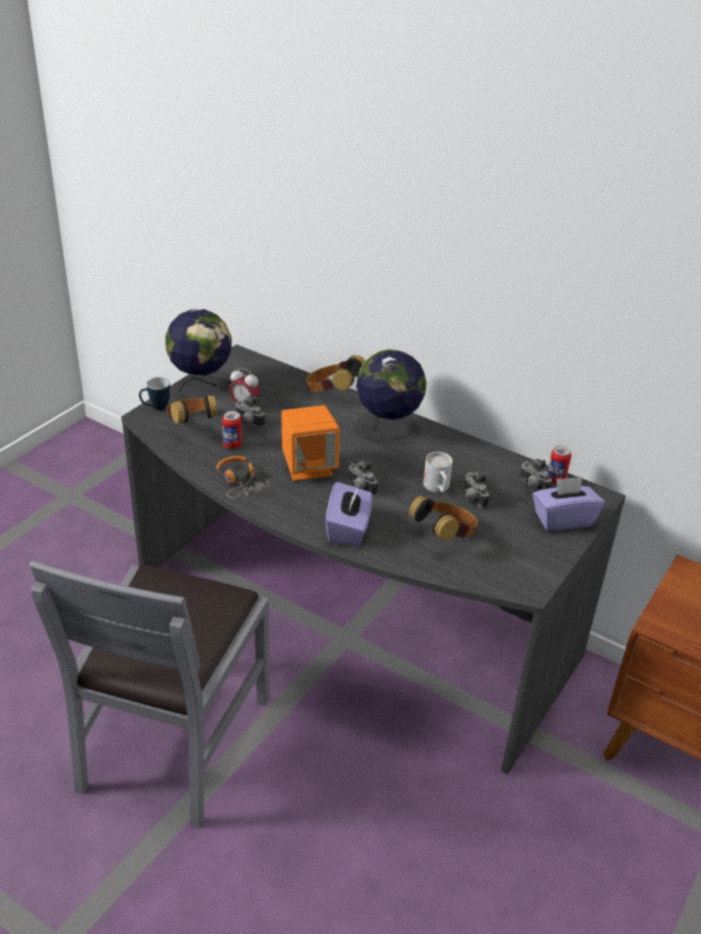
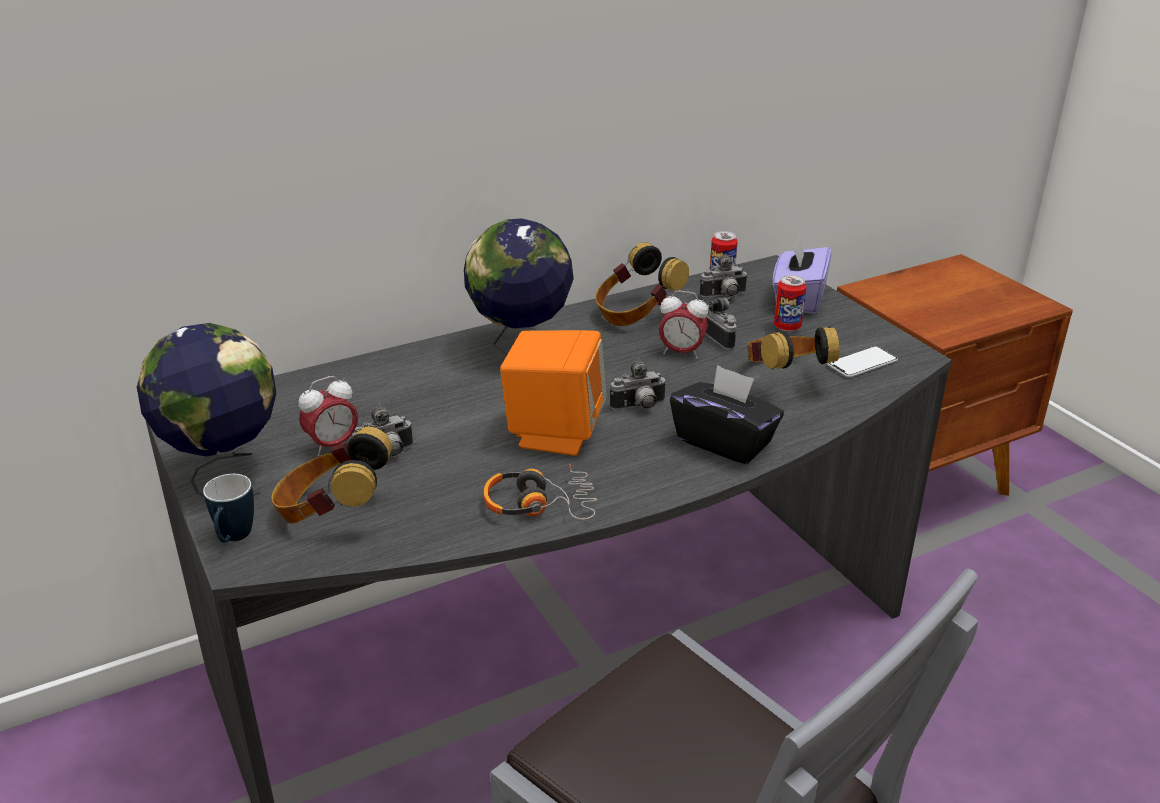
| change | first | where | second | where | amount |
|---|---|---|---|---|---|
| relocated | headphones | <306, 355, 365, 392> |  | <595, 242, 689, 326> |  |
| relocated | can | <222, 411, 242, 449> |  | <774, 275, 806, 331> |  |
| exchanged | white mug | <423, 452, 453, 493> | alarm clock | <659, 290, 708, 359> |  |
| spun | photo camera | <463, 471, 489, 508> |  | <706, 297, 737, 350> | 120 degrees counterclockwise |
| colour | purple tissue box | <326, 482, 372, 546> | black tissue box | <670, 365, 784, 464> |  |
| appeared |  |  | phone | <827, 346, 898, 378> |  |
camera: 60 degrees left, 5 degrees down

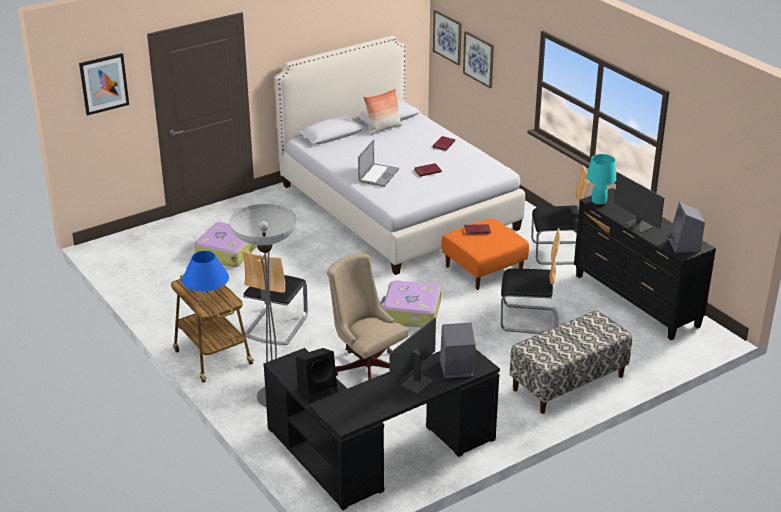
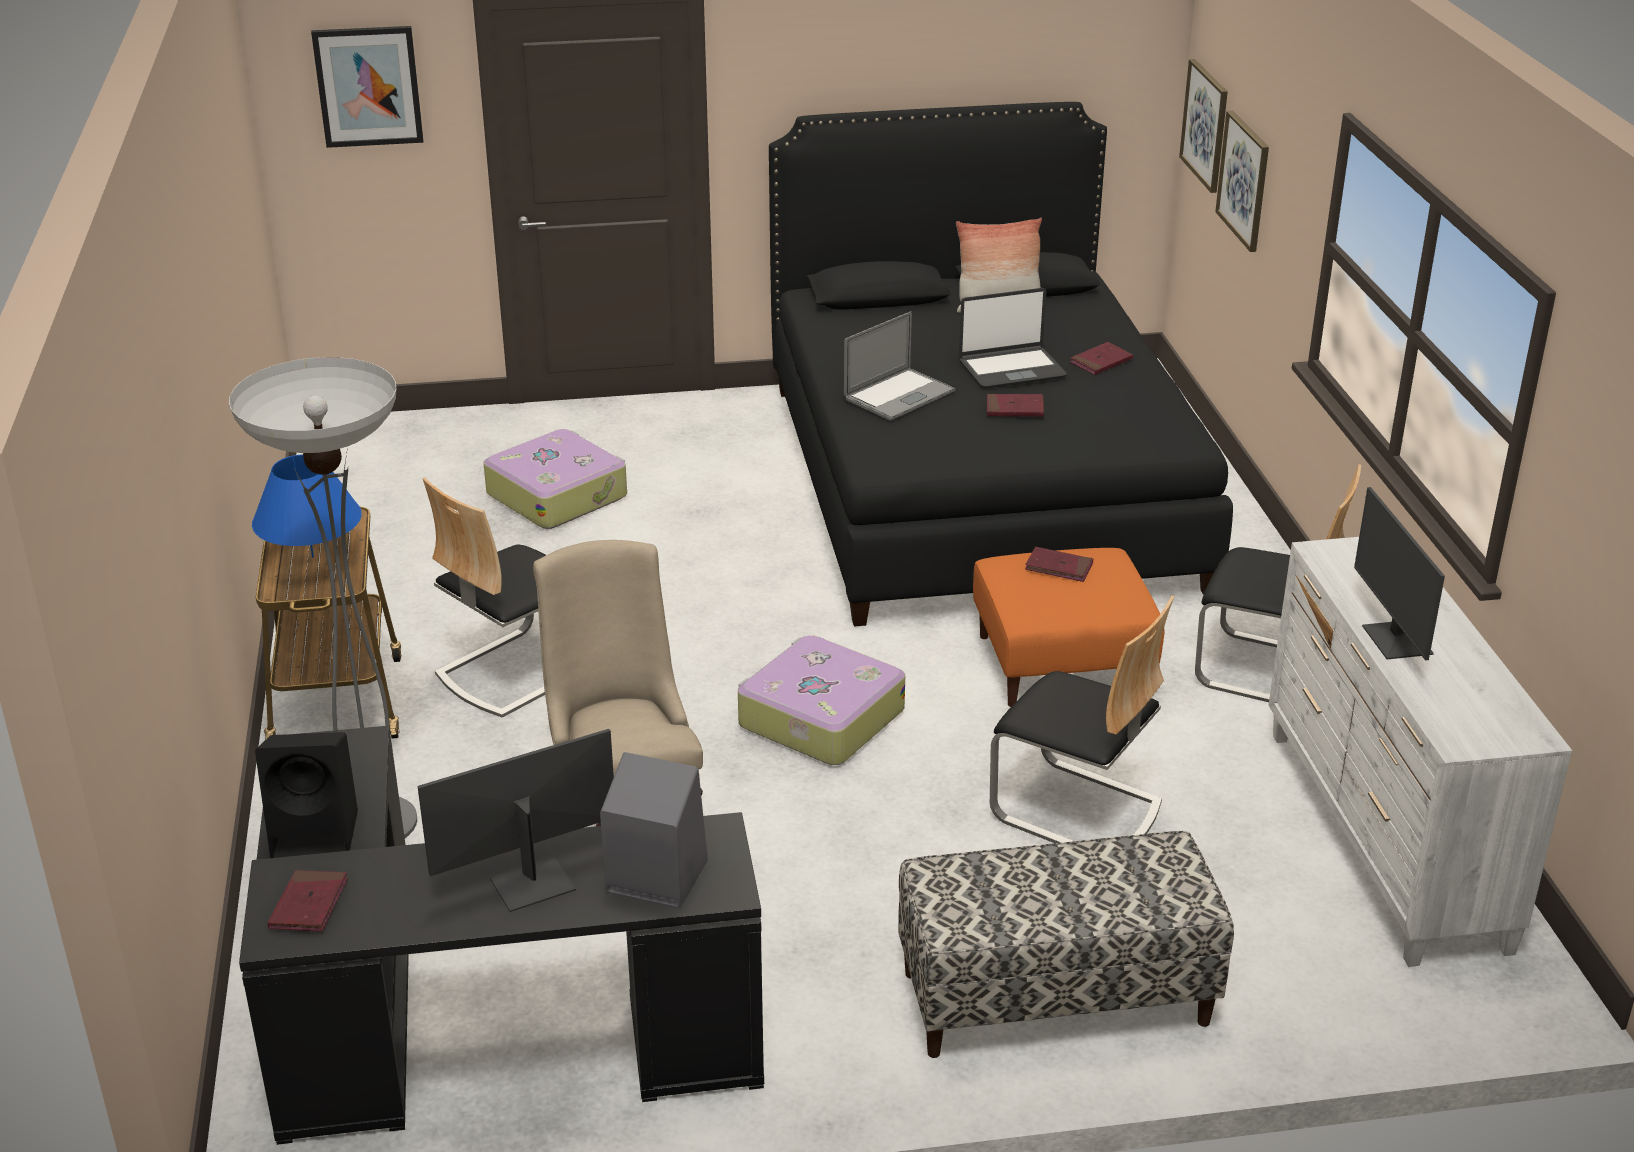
| change | first | where | second | where | amount |
|---|---|---|---|---|---|
| colour | white bed | <275, 36, 525, 275> | black bed | <769, 102, 1233, 627> |  |
| missing | turquoise table lamp | <587, 154, 616, 207> |  |  |  |
| colour | black dresser | <574, 188, 716, 340> | white dresser | <1268, 537, 1572, 967> |  |
| missing | grey speaker | <669, 202, 705, 253> |  |  |  |
| appeared |  |  | laptop | <959, 288, 1067, 389> |  |
| appeared |  |  | red book | <267, 870, 348, 932> |  |
camera: 25 degrees right, 0 degrees up

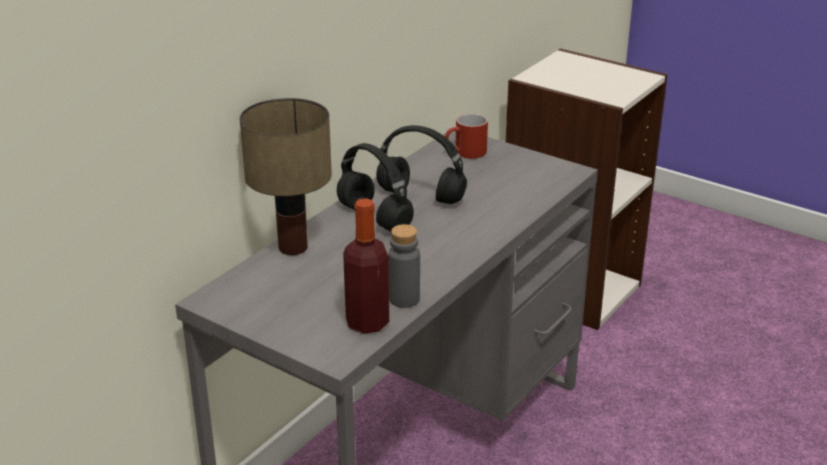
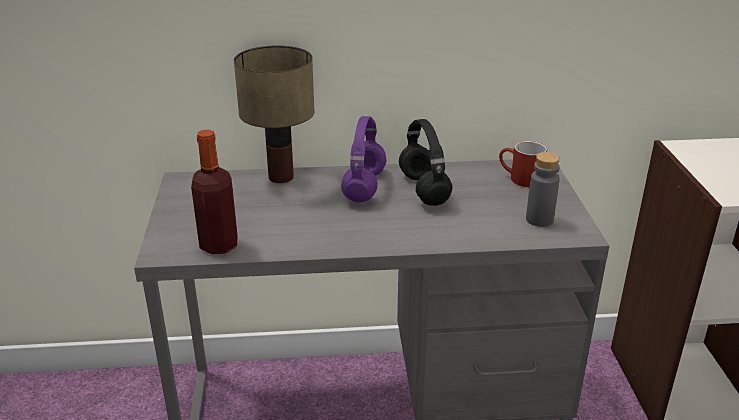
| change | first | where | second | where | amount |
|---|---|---|---|---|---|
| colour | black headphones | <337, 143, 414, 231> | purple headphones | <341, 116, 386, 202> |  |
| relocated | grey bottle | <388, 224, 420, 308> |  | <526, 152, 560, 227> |  |
camera: 50 degrees right, 0 degrees up

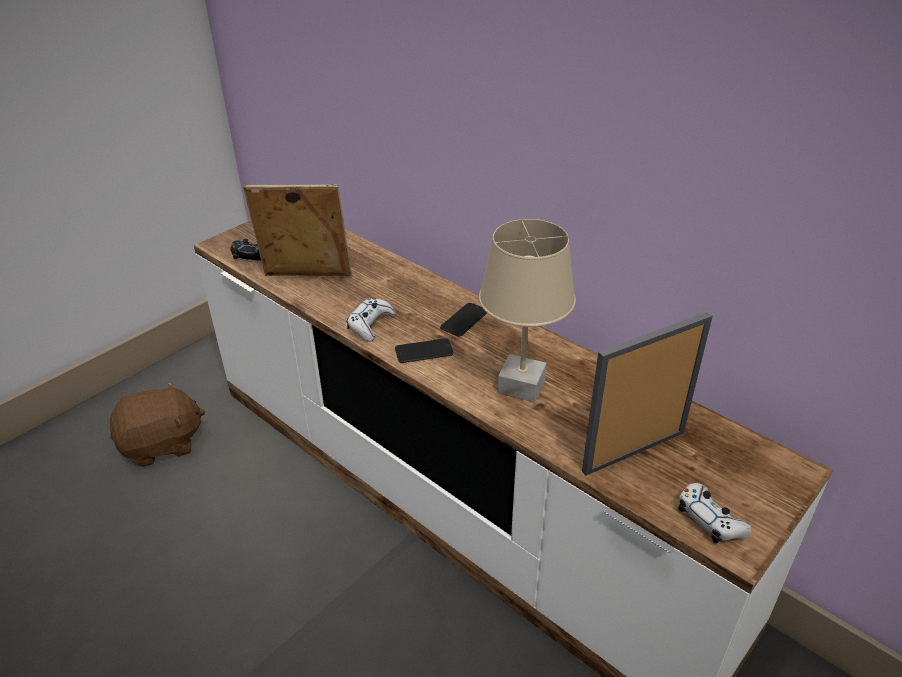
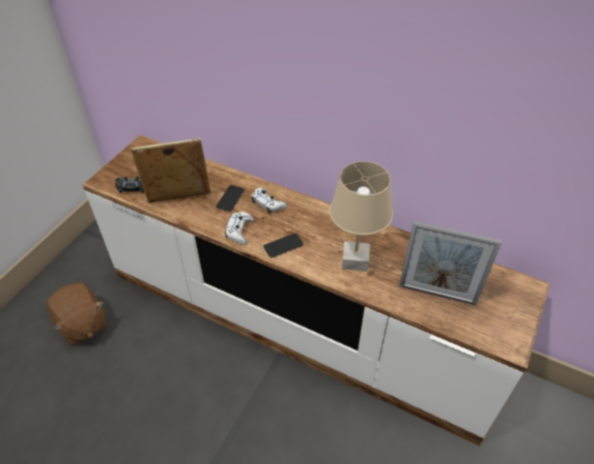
| change | first | where | second | where | amount |
|---|---|---|---|---|---|
| relocated | phone | <440, 303, 487, 337> |  | <216, 185, 245, 212> |  |
| spun | picture frame | <582, 312, 713, 475> |  | <399, 221, 502, 306> | 120 degrees counterclockwise |
| spun | brown plush toy | <110, 380, 205, 467> |  | <47, 283, 107, 345> | 90 degrees clockwise |
| relocated | white game controller | <678, 483, 752, 544> |  | <251, 188, 287, 214> |  |
camera: 15 degrees left, 10 degrees up

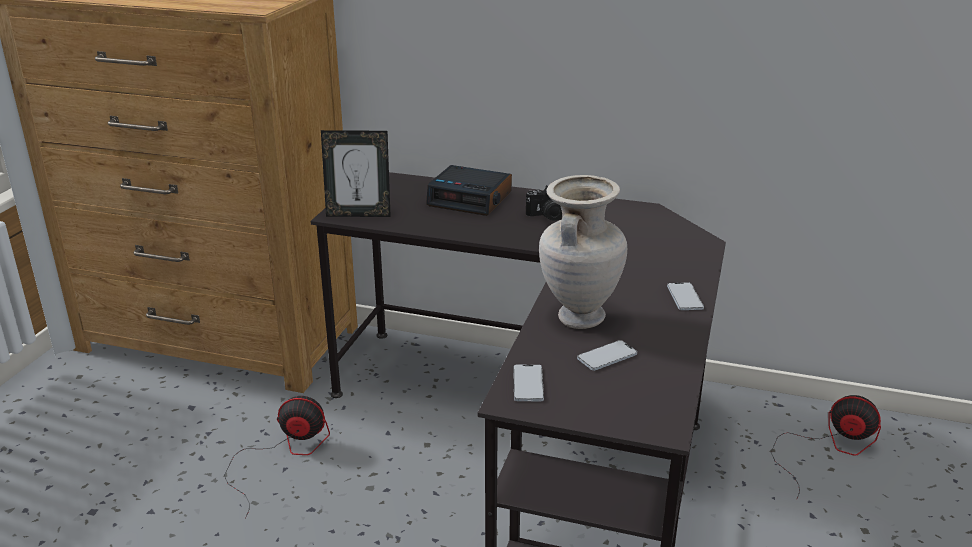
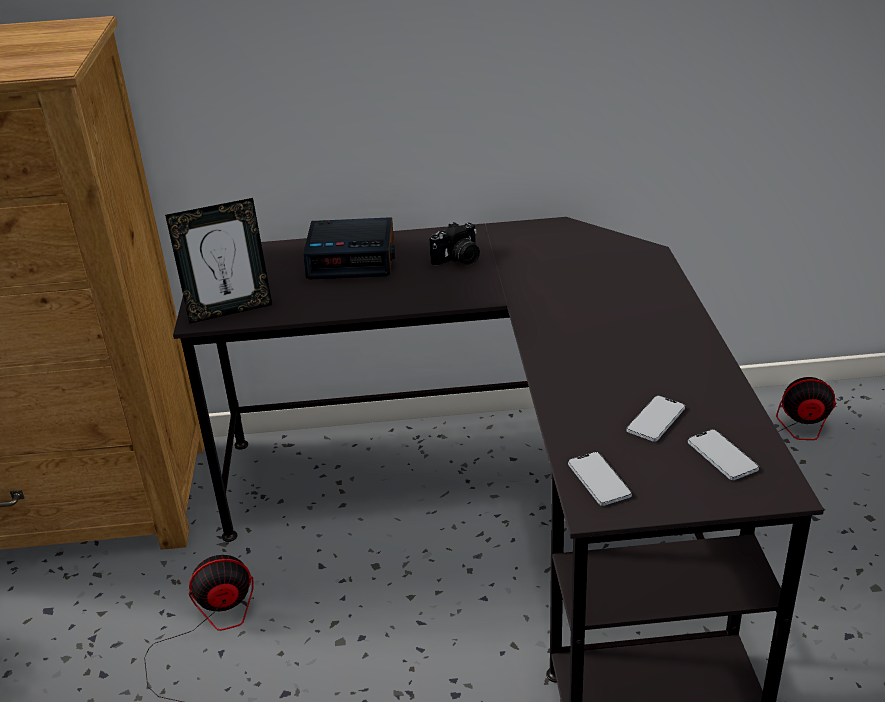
| change | first | where | second | where | amount |
|---|---|---|---|---|---|
| missing | beige vase | <539, 175, 627, 329> |  |  |  |
| relocated | phone | <667, 282, 704, 310> |  | <688, 429, 759, 480> |  |
camera: 20 degrees left, 5 degrees up

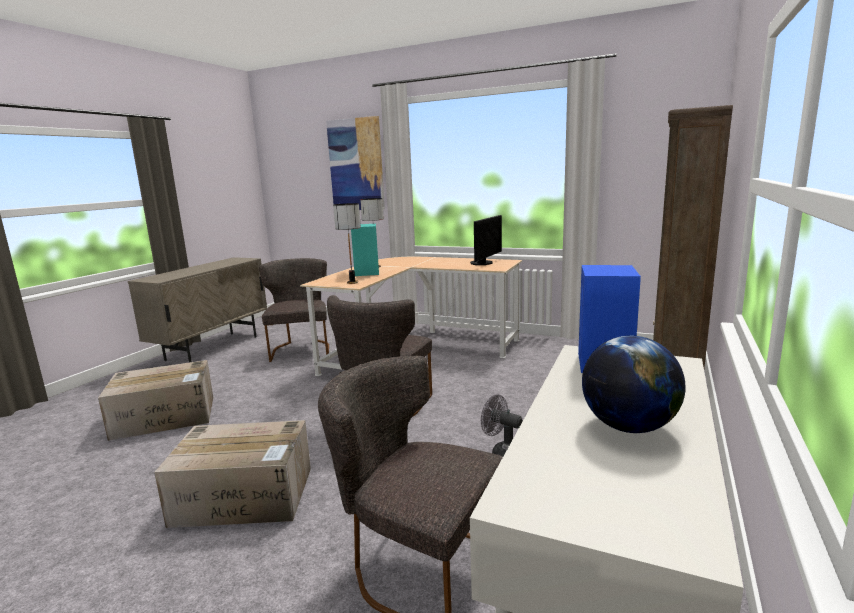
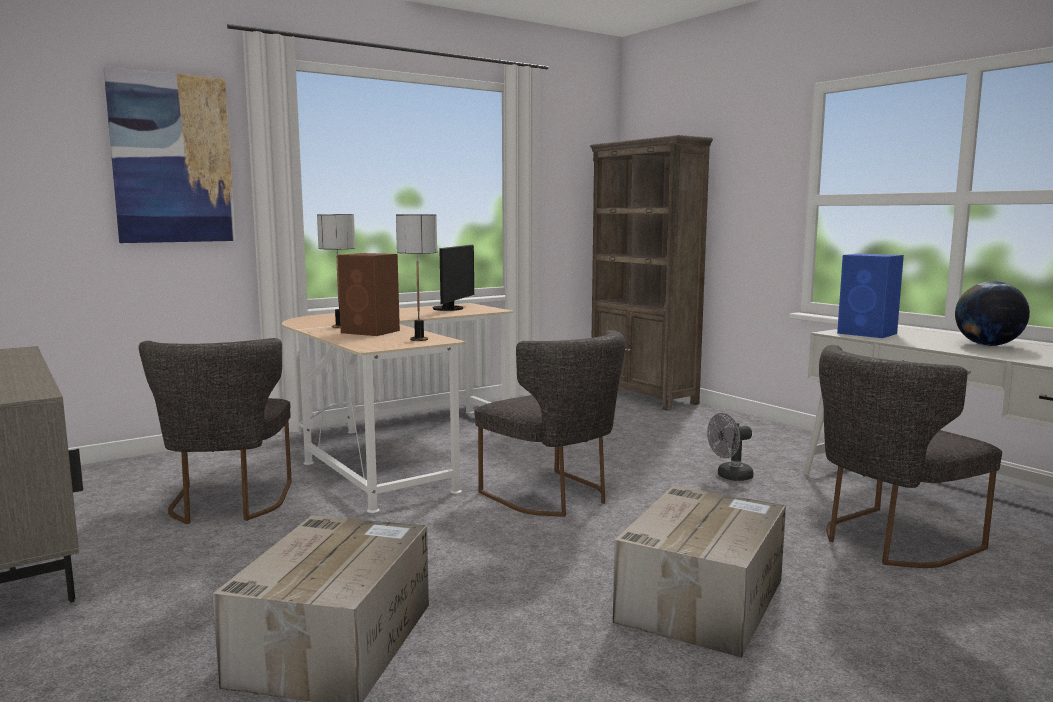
| change | first | where | second | where | amount |
|---|---|---|---|---|---|
| spun | monitor | <470, 215, 502, 265> |  | <432, 245, 474, 311> | 45 degrees clockwise |
| colour | turquoise speaker | <351, 224, 379, 276> | brown speaker | <338, 253, 400, 336> |  |
| spun | grey chair | <259, 258, 329, 362> |  | <139, 338, 292, 524> | 120 degrees counterclockwise |
camera: 60 degrees left, 5 degrees down

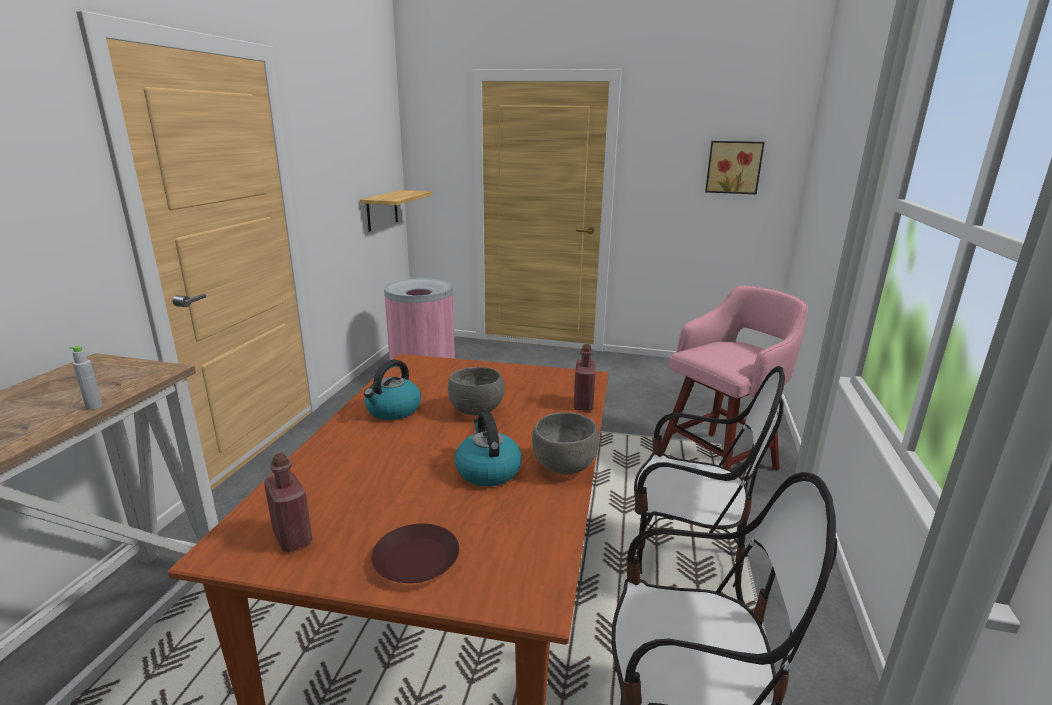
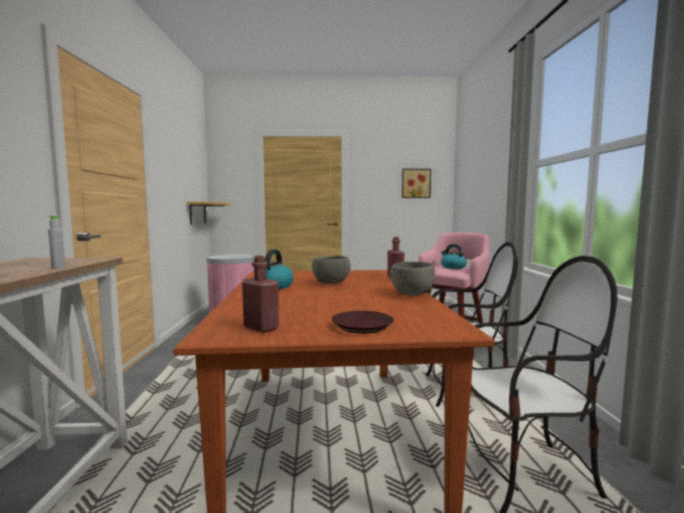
| change | first | where | second | where | amount |
|---|---|---|---|---|---|
| relocated | kettle | <455, 411, 522, 486> |  | <441, 244, 467, 269> |  |
camera: 15 degrees left, 15 degrees down

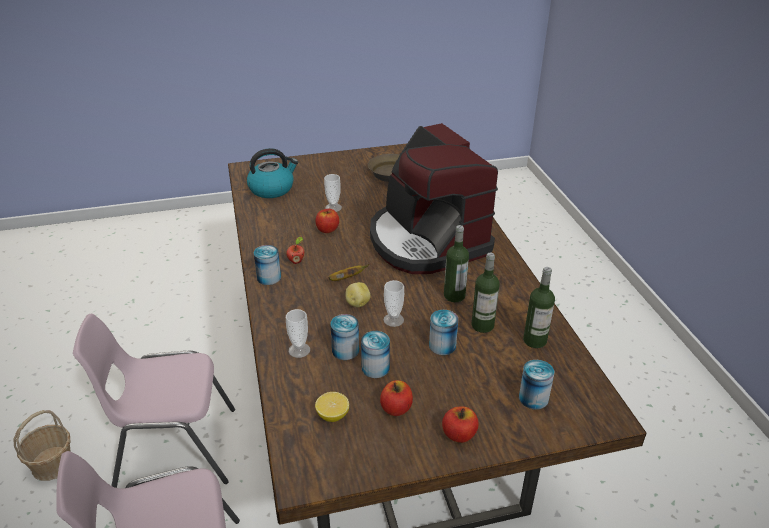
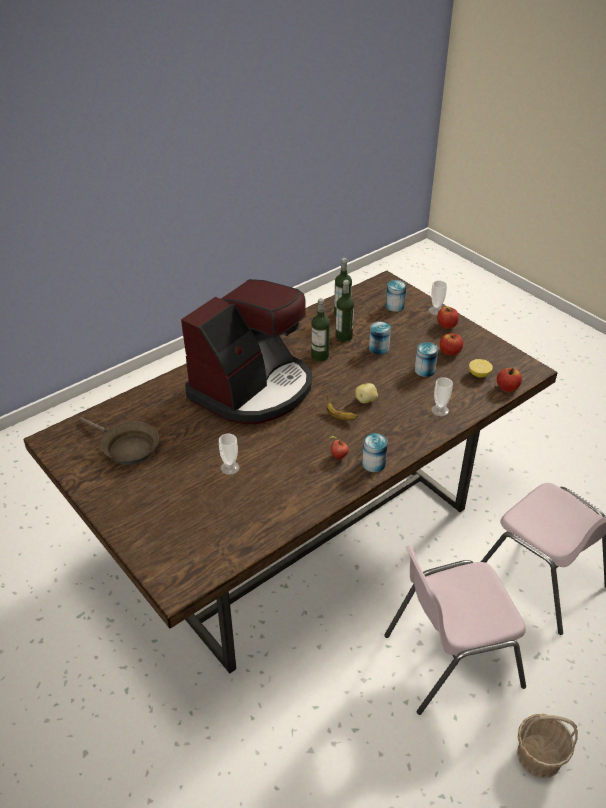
| change | first | where | second | where | amount |
|---|---|---|---|---|---|
| missing | kettle | <247, 148, 298, 198> |  |  |  |
| relocated | apple | <316, 209, 339, 233> |  | <497, 368, 522, 392> |  |
| relocated | cup | <384, 280, 404, 327> |  | <429, 281, 447, 315> |  |
| spun | pink chair | <73, 314, 235, 488> |  | <384, 546, 526, 715> | 105 degrees clockwise |
| missing | can | <331, 314, 359, 360> |  |  |  |
camera: 115 degrees left, 5 degrees up

